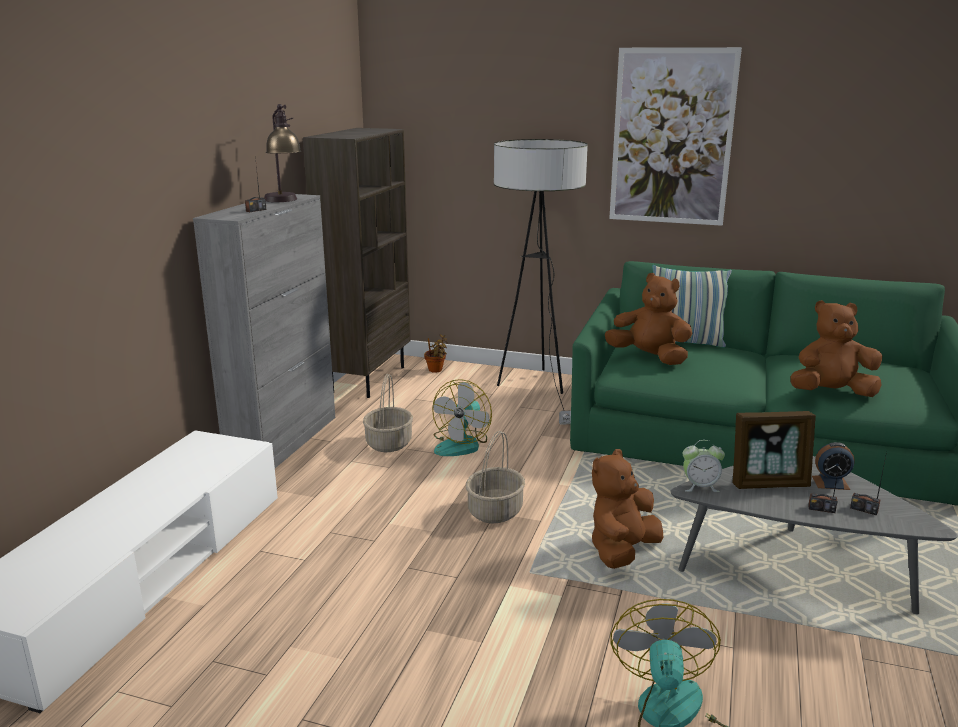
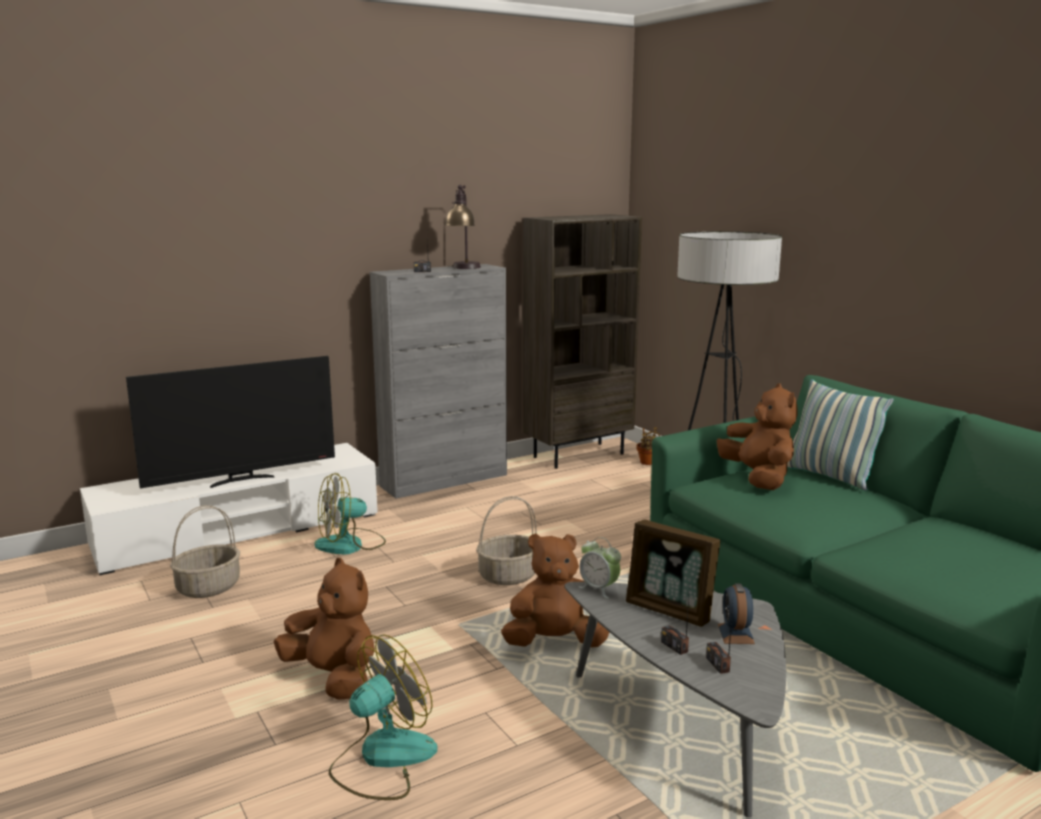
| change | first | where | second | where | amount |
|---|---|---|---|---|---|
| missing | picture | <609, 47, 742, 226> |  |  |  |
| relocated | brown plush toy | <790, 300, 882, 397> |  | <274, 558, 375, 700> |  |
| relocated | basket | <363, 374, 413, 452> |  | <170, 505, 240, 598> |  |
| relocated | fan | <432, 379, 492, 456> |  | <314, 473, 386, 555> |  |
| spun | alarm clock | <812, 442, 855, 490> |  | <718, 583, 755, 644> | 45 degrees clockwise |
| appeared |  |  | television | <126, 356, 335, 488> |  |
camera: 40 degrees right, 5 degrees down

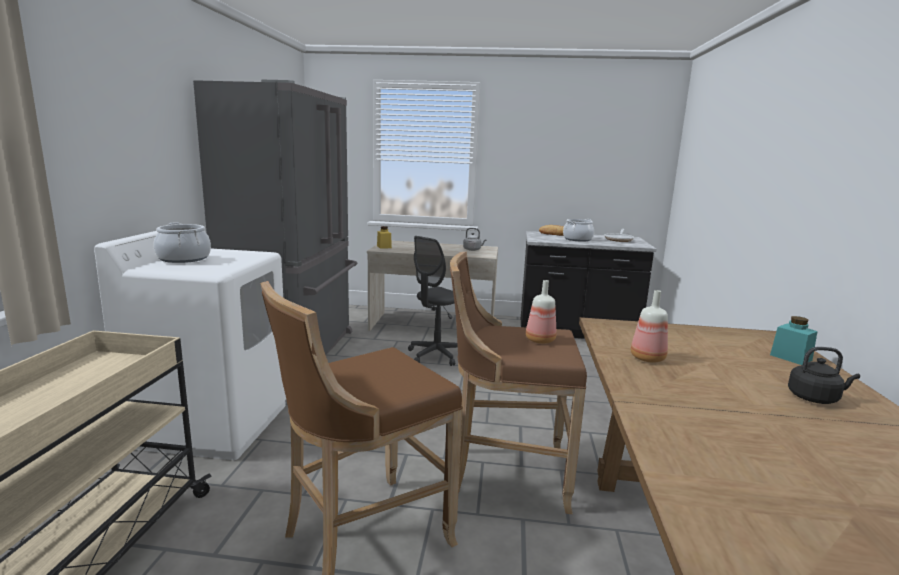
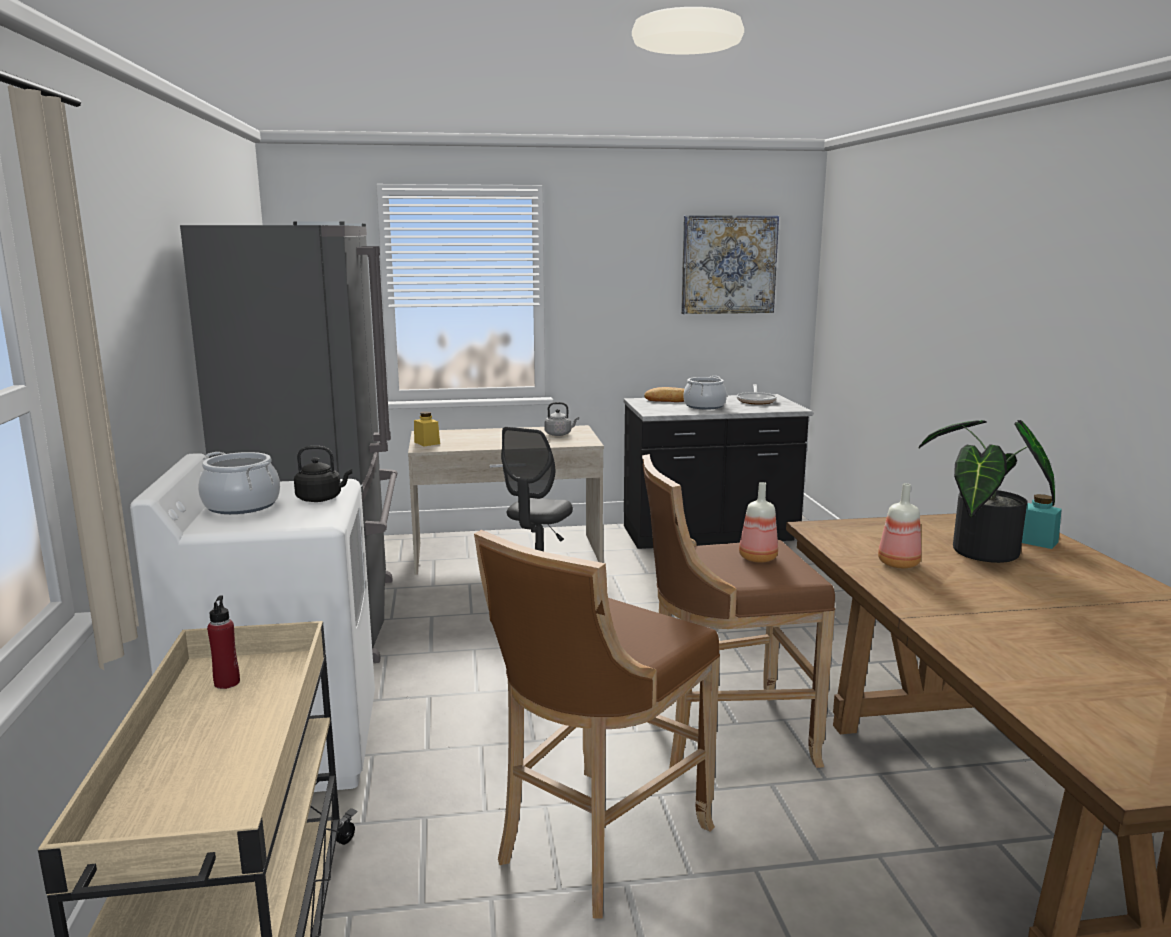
| change | first | where | second | where | amount |
|---|---|---|---|---|---|
| relocated | black kettle | <788, 347, 860, 404> |  | <294, 446, 352, 502> |  |
| appeared |  |  | picture | <681, 215, 779, 314> |  |
| appeared |  |  | potted plant | <919, 420, 1055, 563> |  |
| appeared |  |  | red bottle | <207, 596, 240, 689> |  |
camera: 15 degrees left, 0 degrees up

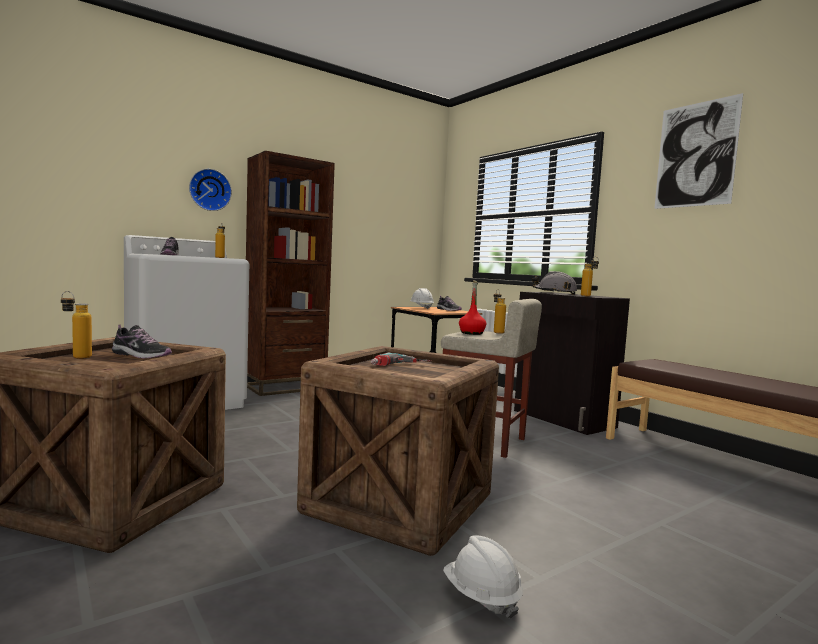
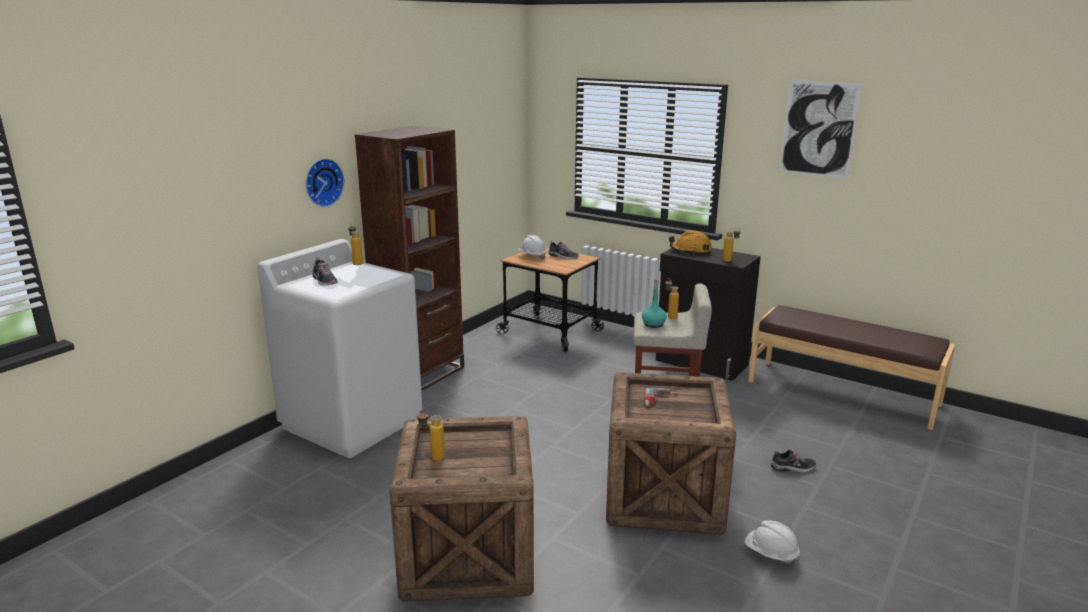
| change | first | where | second | where | amount |
|---|---|---|---|---|---|
| colour | grey hard hat | <532, 271, 577, 294> | orange hard hat | <669, 231, 712, 254> |  |
| colour | red bottle | <459, 281, 486, 335> | turquoise bottle | <642, 279, 667, 328> |  |
| relocated | shoe | <112, 325, 172, 359> |  | <771, 449, 816, 472> |  |
camera: 20 degrees left, 15 degrees up

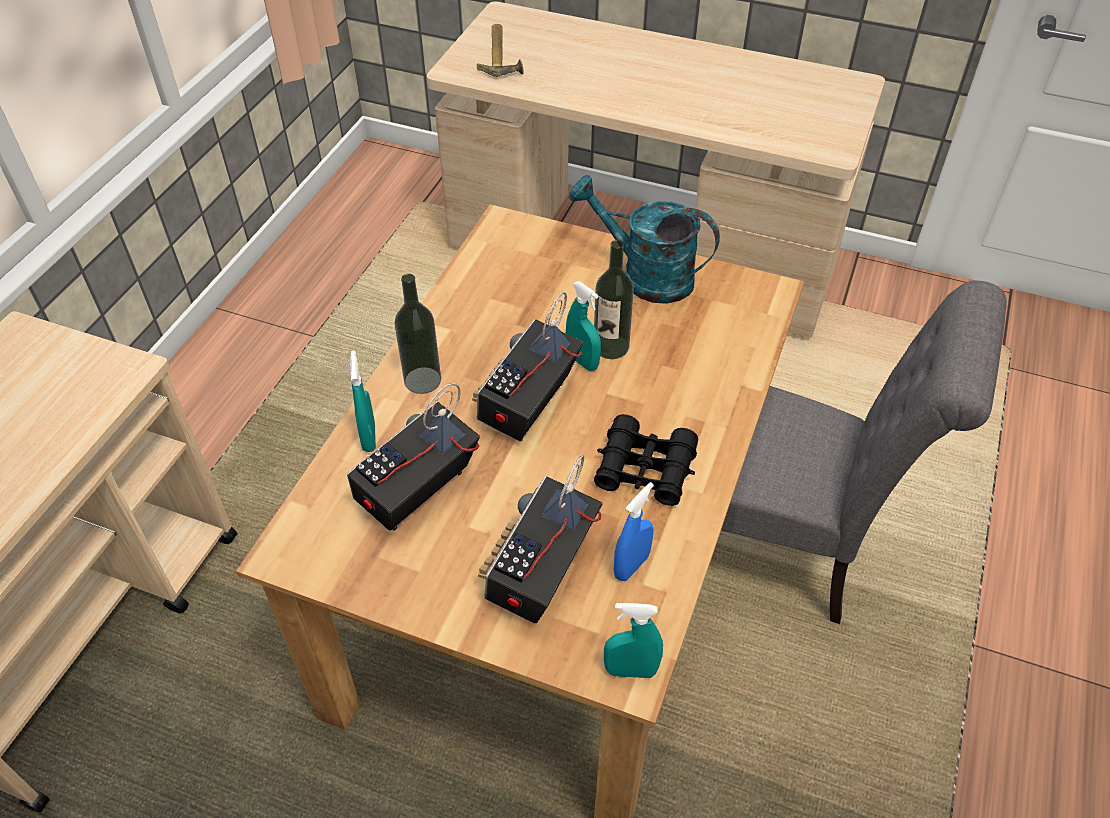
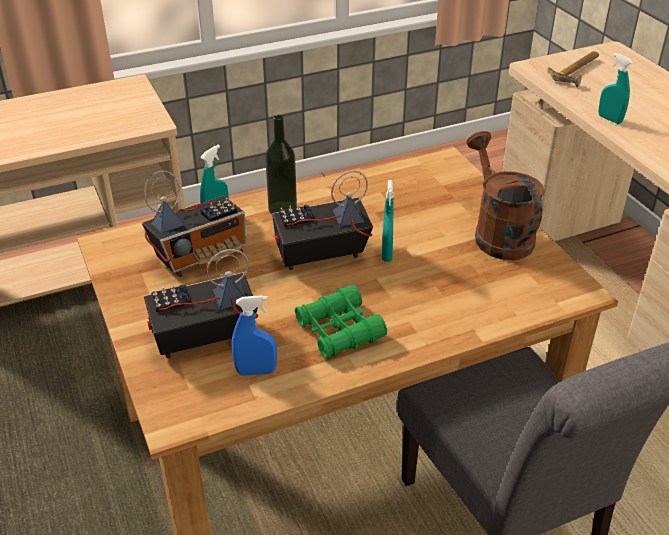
| change | first | where | second | where | amount |
|---|---|---|---|---|---|
| colour | turquoise watering can | <569, 175, 720, 304> | brown watering can | <466, 131, 544, 260> |  |
| missing | bottle | <594, 240, 634, 359> |  |  |  |
| spun | radio | <347, 383, 480, 530> |  | <142, 170, 247, 277> | 150 degrees clockwise |
| colour | black binoculars | <594, 414, 698, 506> | green binoculars | <295, 285, 387, 359> |  |
| relocated | turquoise spray bottle | <604, 603, 663, 678> |  | <598, 53, 633, 124> |  |
camera: 45 degrees right, 10 degrees down

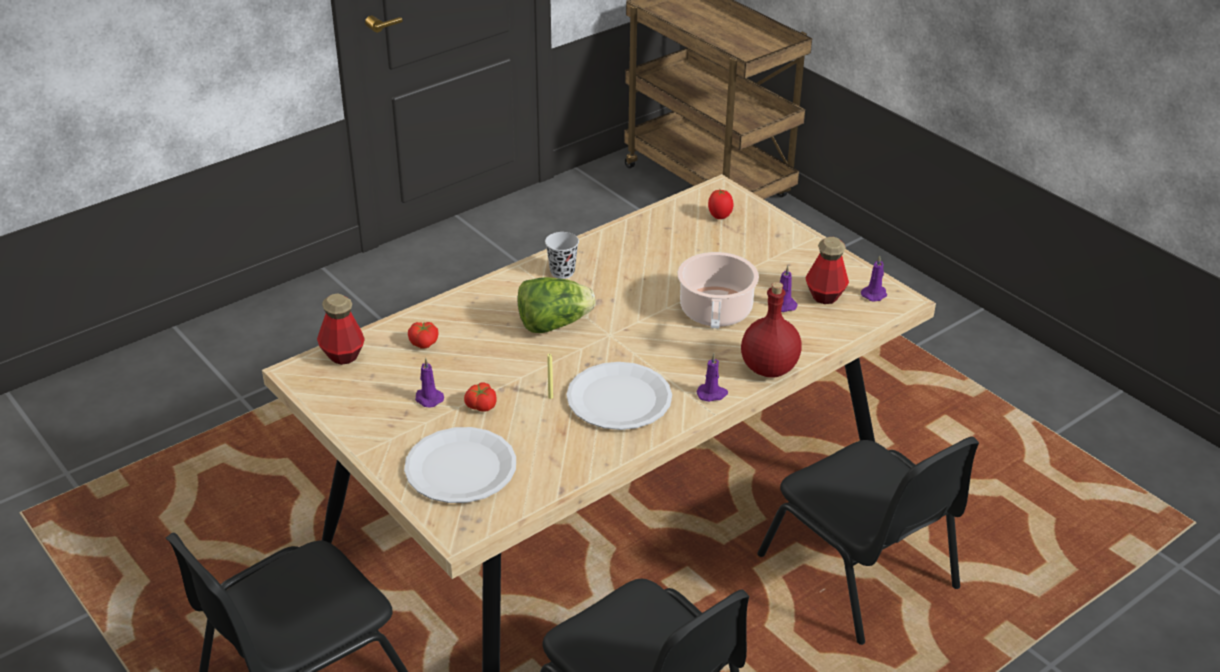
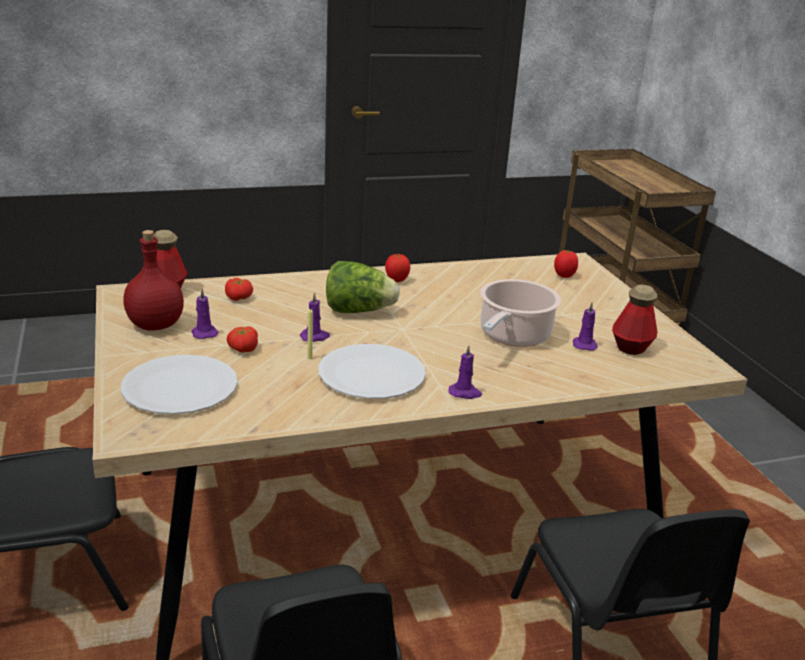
| change | first | where | second | where | amount |
|---|---|---|---|---|---|
| exchanged | black cup | <545, 232, 579, 279> | tomato | <385, 254, 410, 282> |  |
| relocated | purple candle | <861, 256, 887, 302> |  | <300, 292, 330, 342> |  |
| relocated | red bottle | <741, 282, 802, 378> |  | <123, 230, 184, 330> |  |
camera: 20 degrees right, 10 degrees down

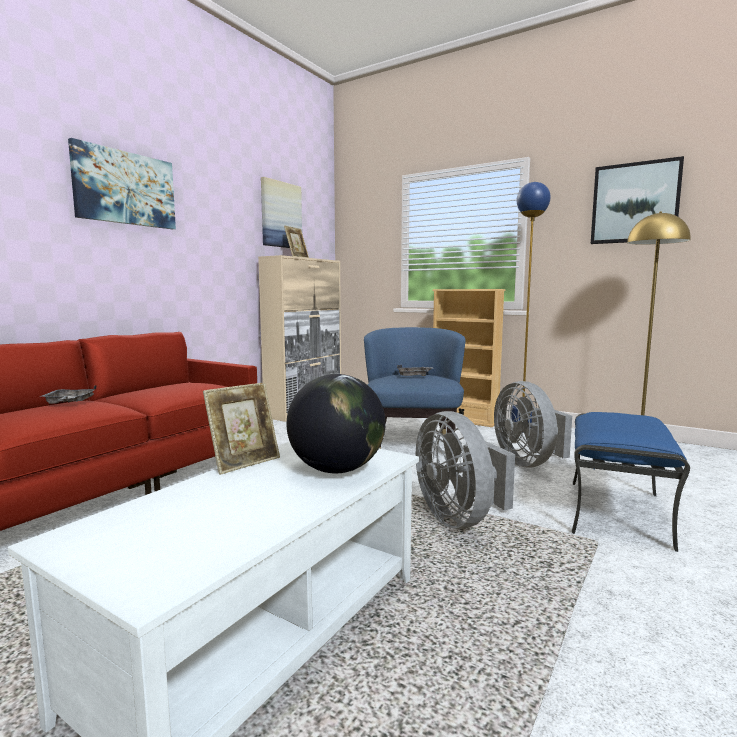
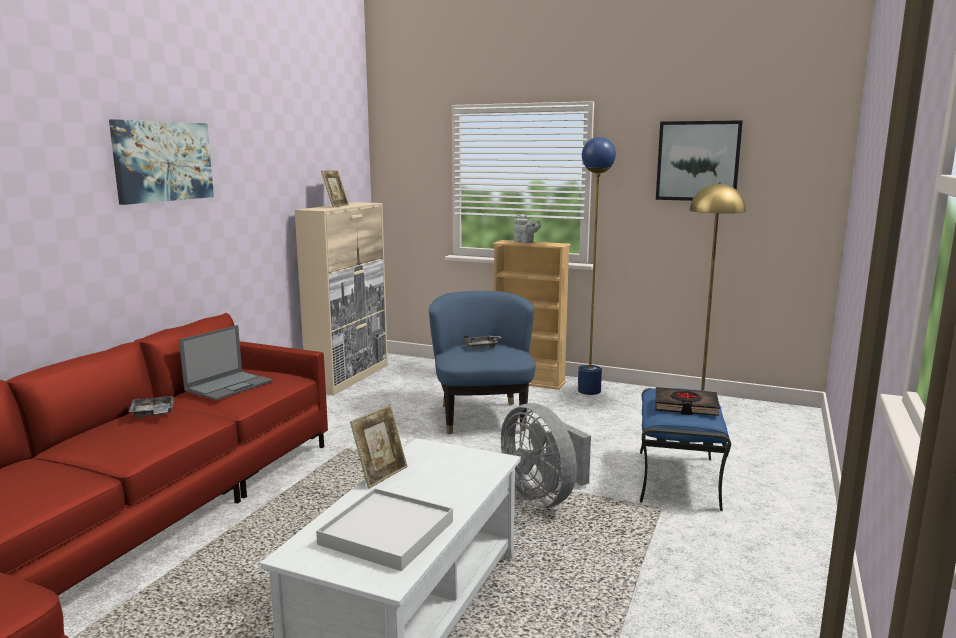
| change | first | where | second | where | amount |
|---|---|---|---|---|---|
| missing | picture | <261, 177, 302, 248> |  |  |  |
| missing | globe | <287, 374, 386, 473> |  |  |  |
| missing | grey fan | <494, 381, 572, 468> |  |  |  |
| appeared |  |  | grey teapot | <513, 214, 542, 243> |  |
| appeared |  |  | laptop | <179, 325, 273, 401> |  |
| appeared |  |  | black book | <655, 387, 720, 416> |  |
| appeared |  |  | white tray | <316, 488, 453, 571> |  |
camera: 10 degrees left, 5 degrees up

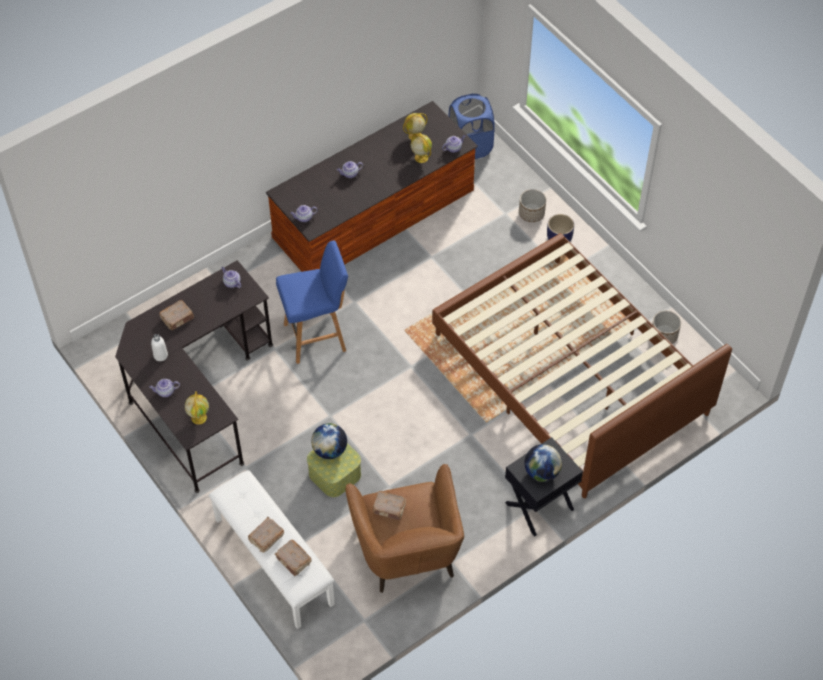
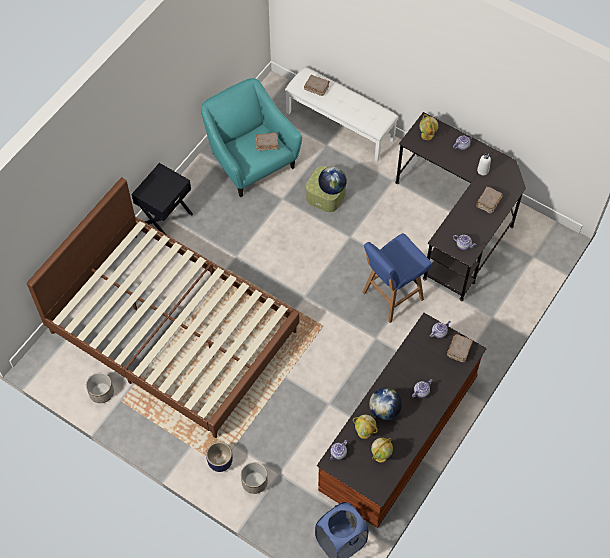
| change | first | where | second | where | amount |
|---|---|---|---|---|---|
| relocated | globe | <524, 444, 562, 482> |  | <369, 388, 402, 420> |  |
| colour | brown armchair | <346, 464, 464, 593> | turquoise armchair | <201, 78, 302, 197> |  |
| relocated | brown book | <248, 517, 284, 553> |  | <447, 334, 473, 362> |  |
camera: 160 degrees right, 5 degrees up

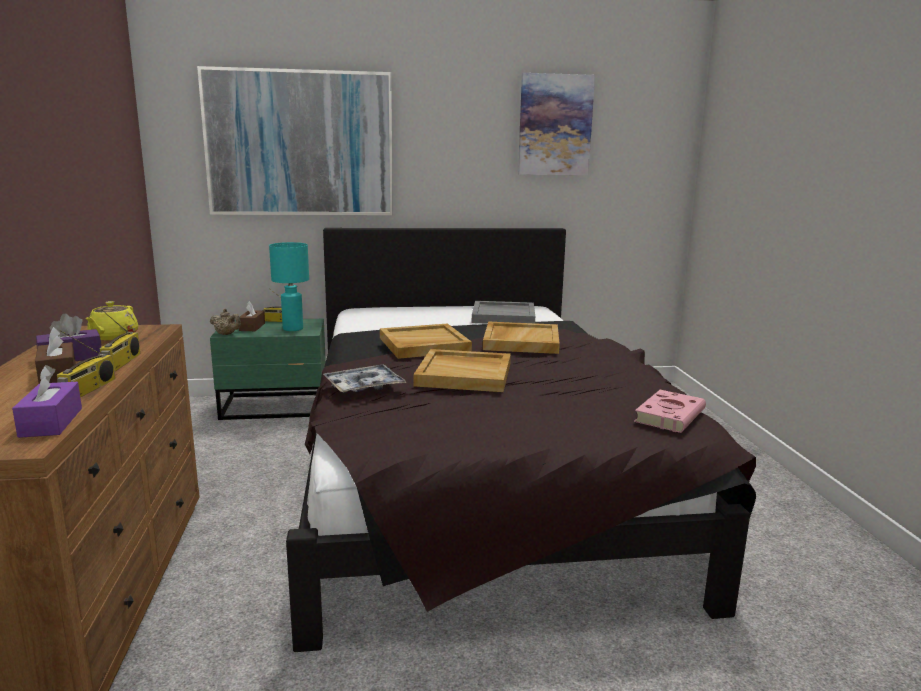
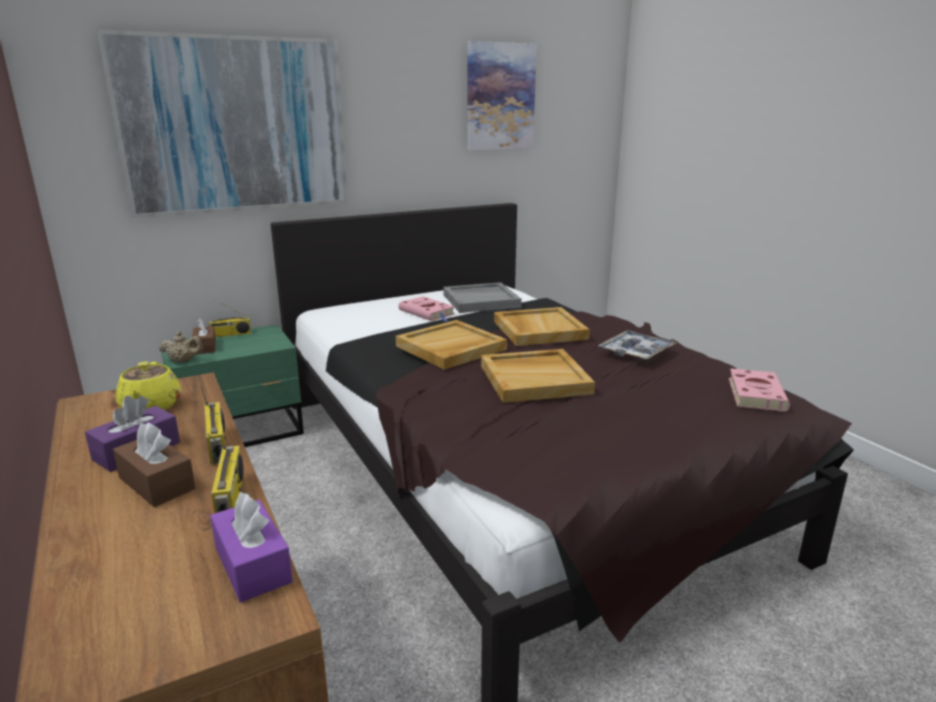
| change | first | where | second | where | amount |
|---|---|---|---|---|---|
| missing | turquoise table lamp | <269, 242, 309, 331> |  |  |  |
| relocated | tray | <324, 365, 406, 393> |  | <598, 331, 677, 360> |  |
| appeared |  |  | pink book | <399, 296, 455, 322> |  |
camera: 20 degrees left, 5 degrees up

